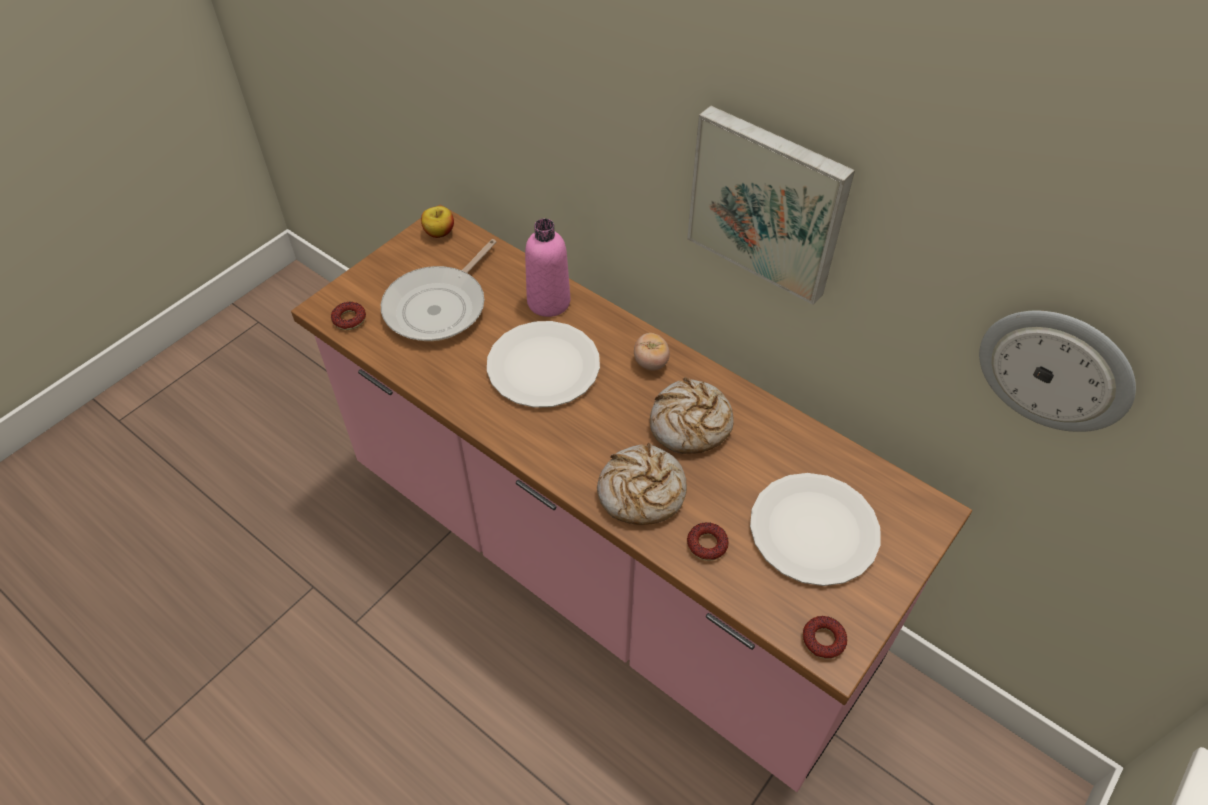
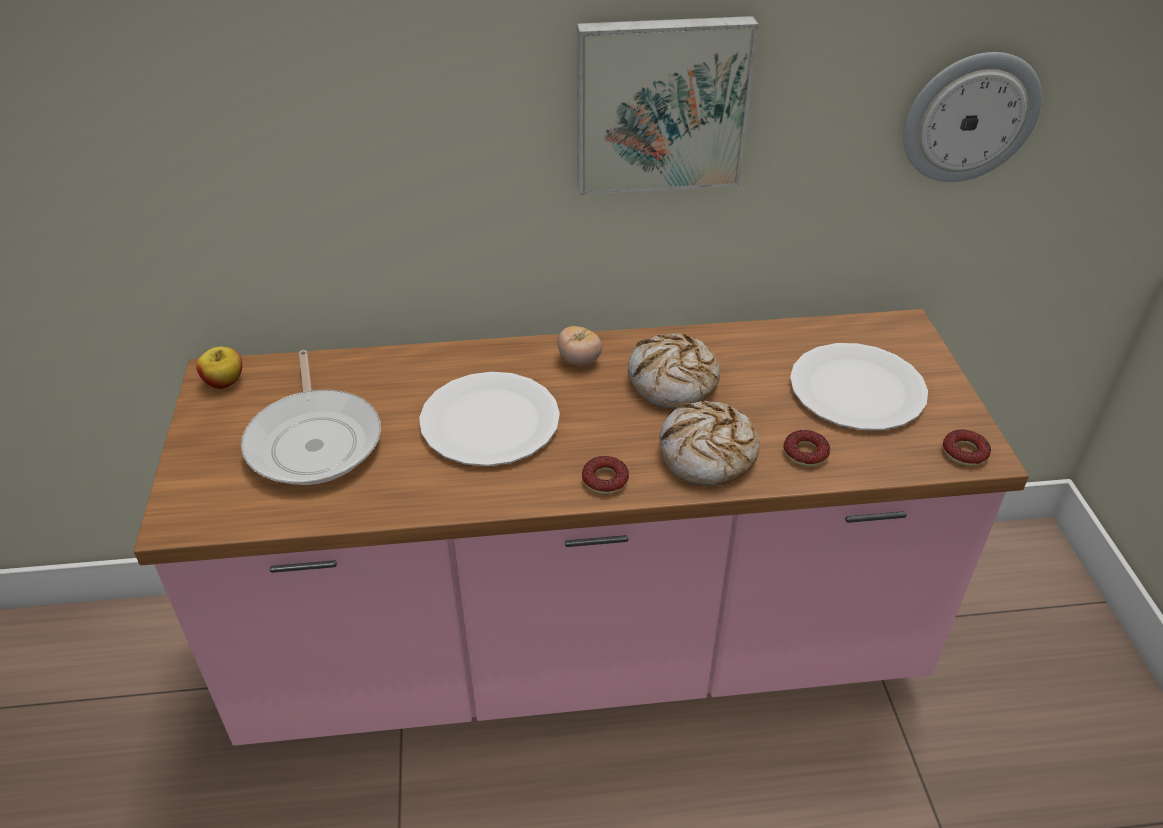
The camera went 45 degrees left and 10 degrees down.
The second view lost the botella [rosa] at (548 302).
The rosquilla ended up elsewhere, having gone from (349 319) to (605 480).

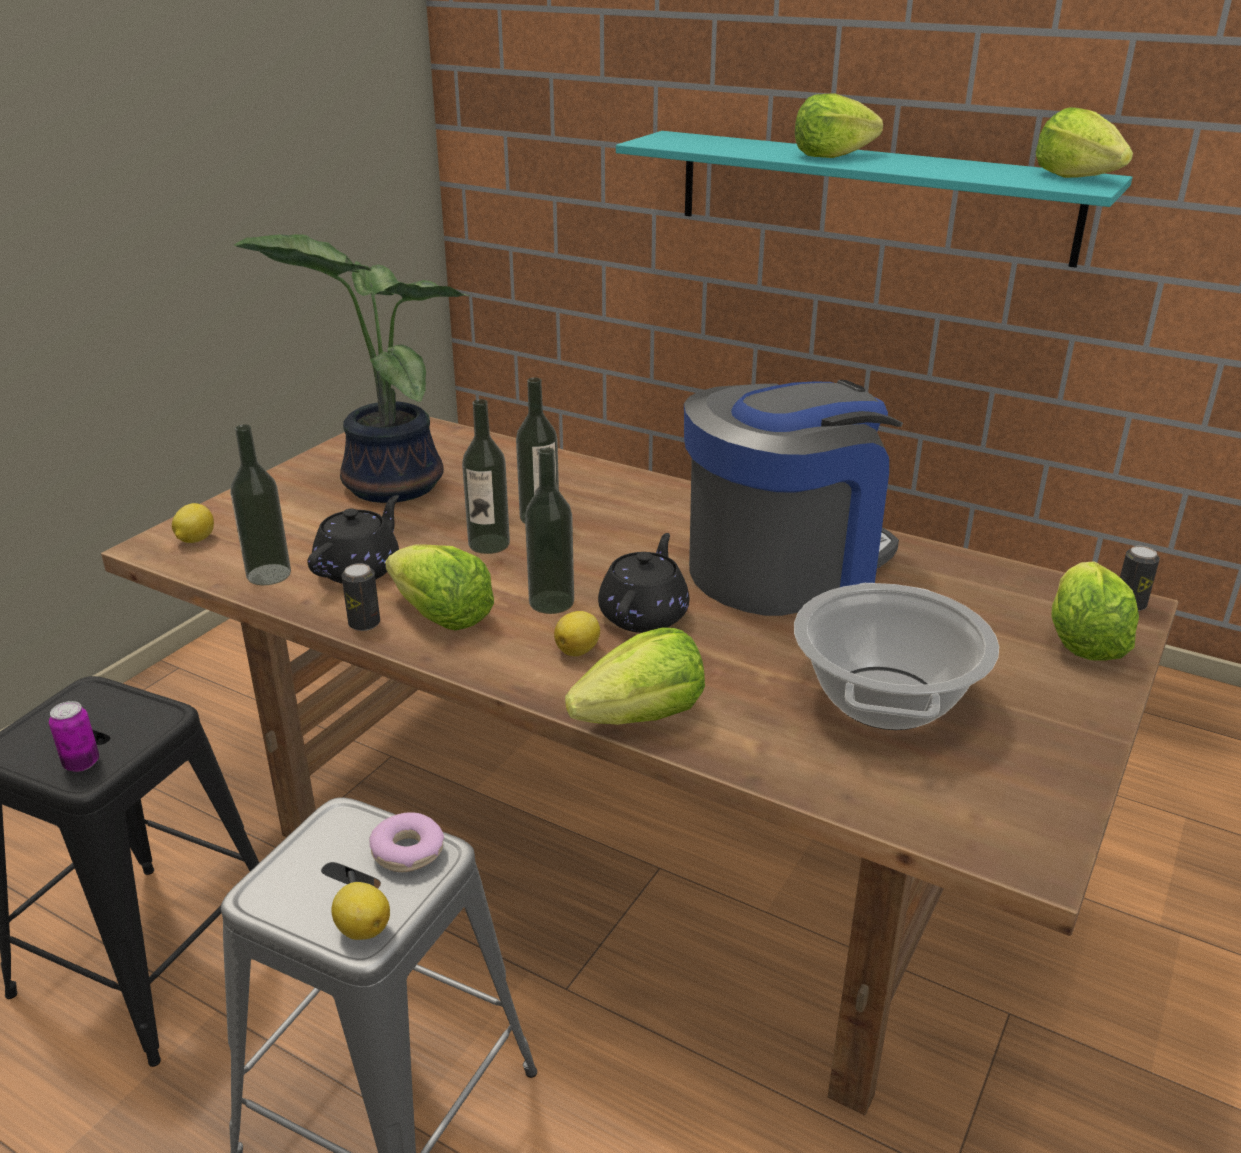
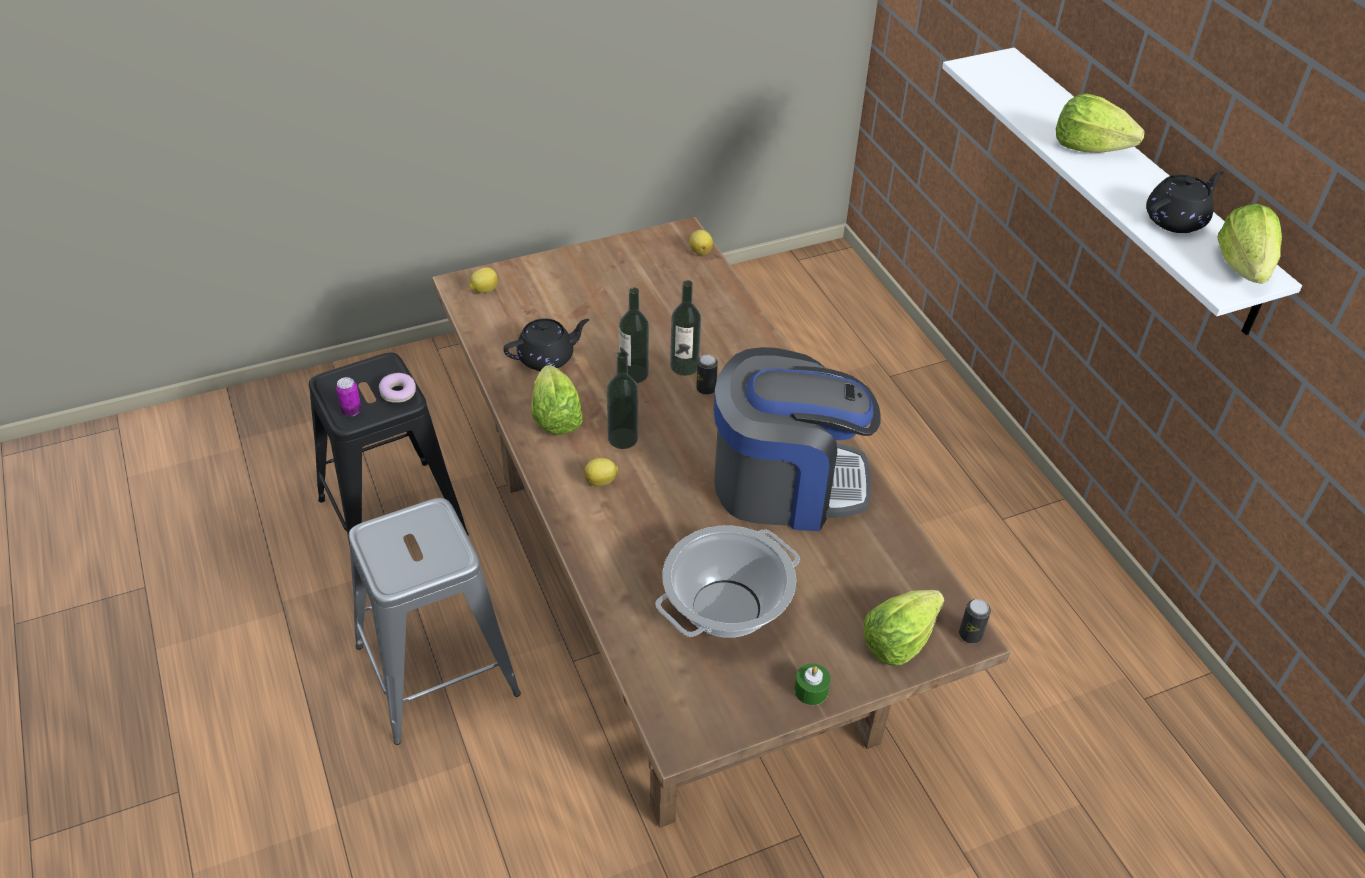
The camera went 35 degrees right and 15 degrees up.
What was the estante [turquesa] at (870 195) turned into the estante [blanco] at (1131 186).
The second view lost the planta en maceta at (387 483).
The second view lost the botella at (268 574).
The tetera [negro] ended up elsewhere, having gone from (644 615) to (1176 220).
The lata ended up elsewhere, having gone from (364 624) to (706 389).
The second view lost the lechuga at (642 717).
The rosquilla ended up elsewhere, having gone from (408 852) to (398 393).
The limón ended up elsewhere, having gone from (362 928) to (700 251).
The second view gained the vela [verde] at (811 690).

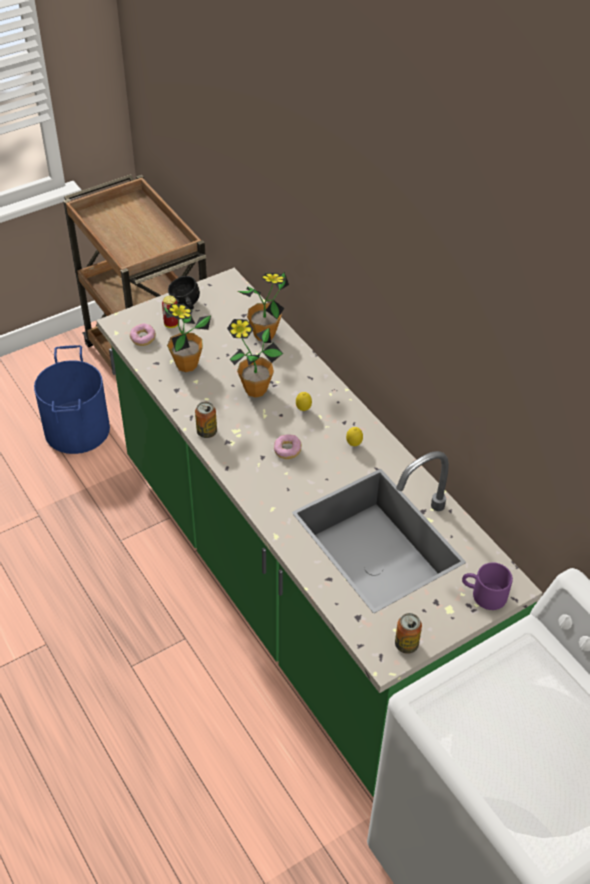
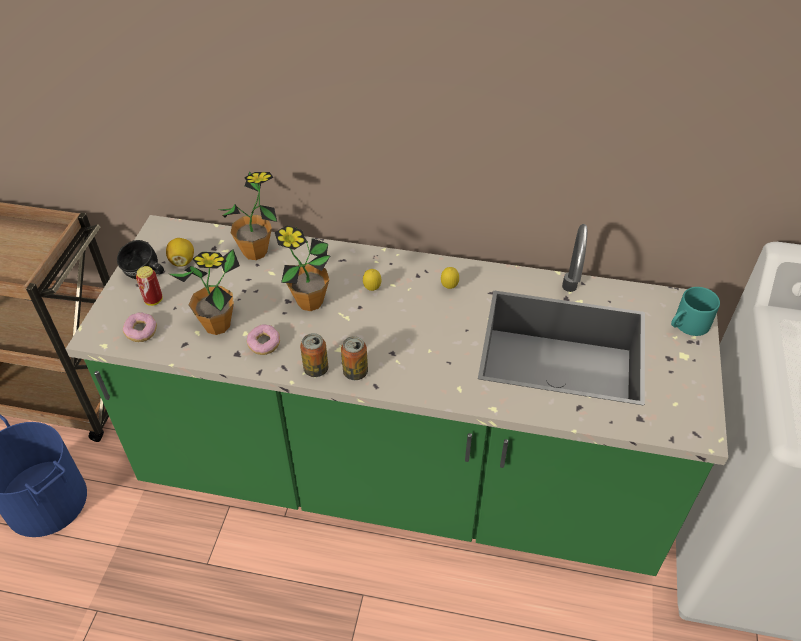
The camera went 45 degrees left and 0 degrees up.
The rosquilla ended up elsewhere, having gone from (287 451) to (264 344).
What was the taza grande [morado] at (483 595) turned into the taza grande [turquesa] at (687 326).
The lata ended up elsewhere, having gone from (406 644) to (355 372).
The second view gained the limón at (182 261).

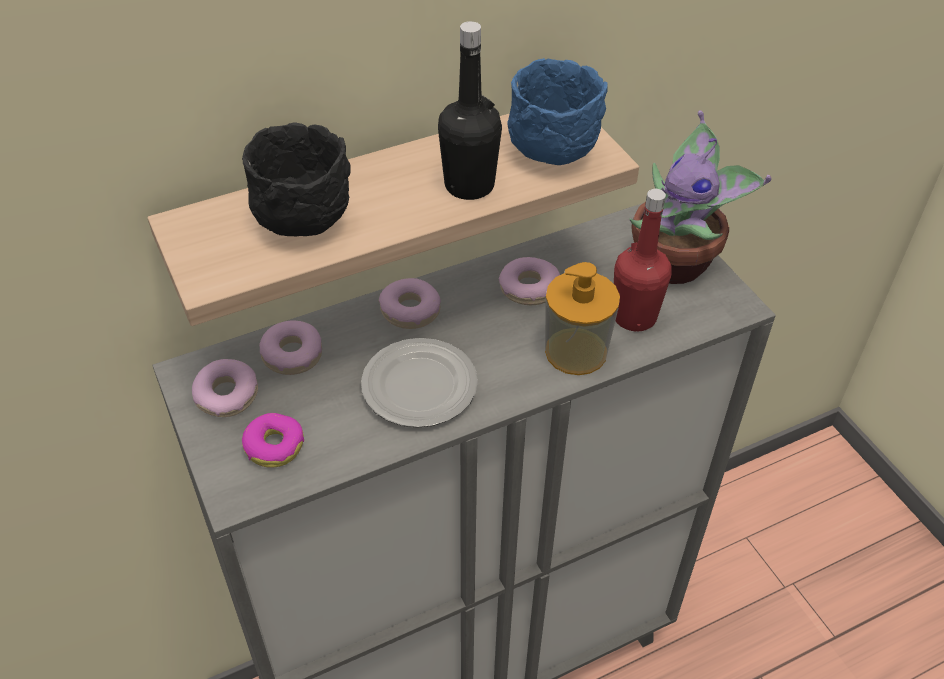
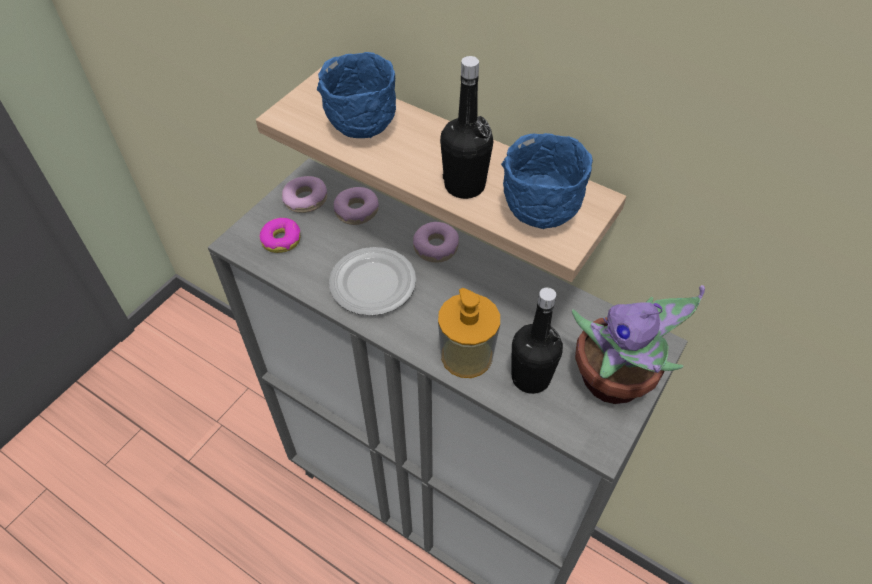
The camera went 60 degrees right and 5 degrees up.
What was the cuenco [negro] at (302 225) turned into the cuenco [azul] at (360 128).
What was the botella [rojo] at (634 316) turned into the botella [negro] at (530 377).
The second view lost the rosquilla at (529 288).

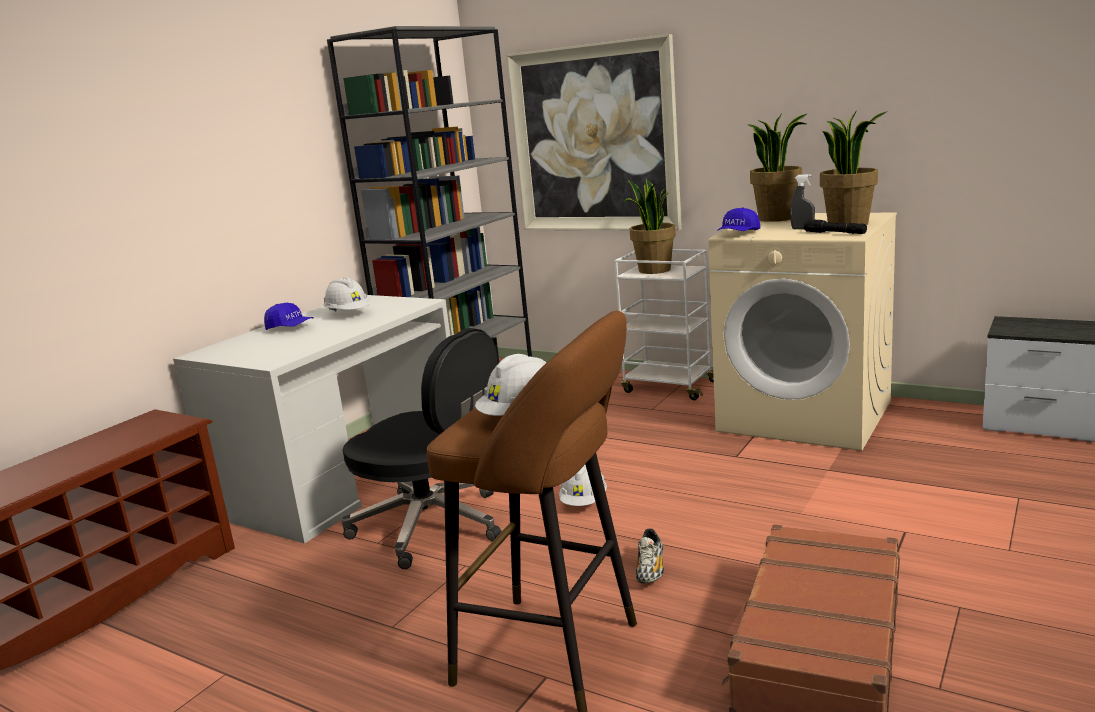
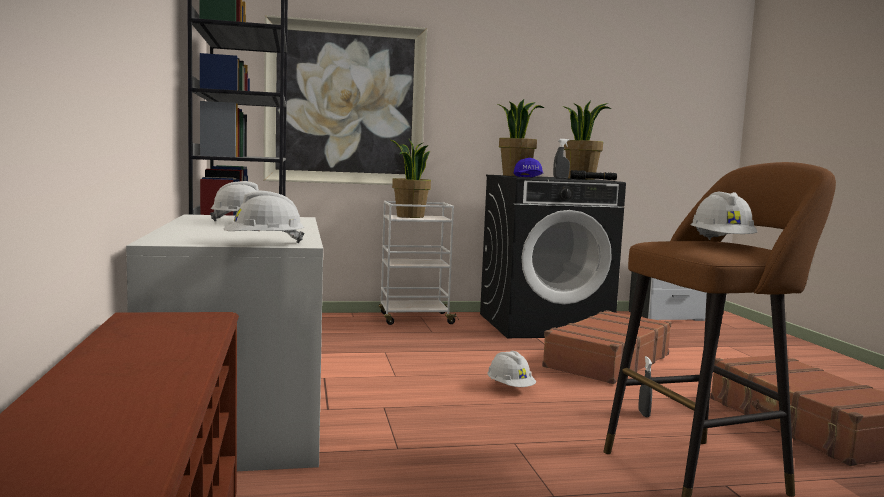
The camera went 45 degrees left and 10 degrees down.
What was the lavadora [beis] at (806 416) turned into the lavadora [negro] at (544 325).
The second view lost the gorra [azul] at (290 328).
The second view lost the silla de oficina [negro] at (432 526).
Where the zapato stood at (650 570), the pulverizador [gris] came to stand at (644 414).
The second view gained the casco [blanco] at (264 244).
The second view gained the maleta [marrón] at (606 361).

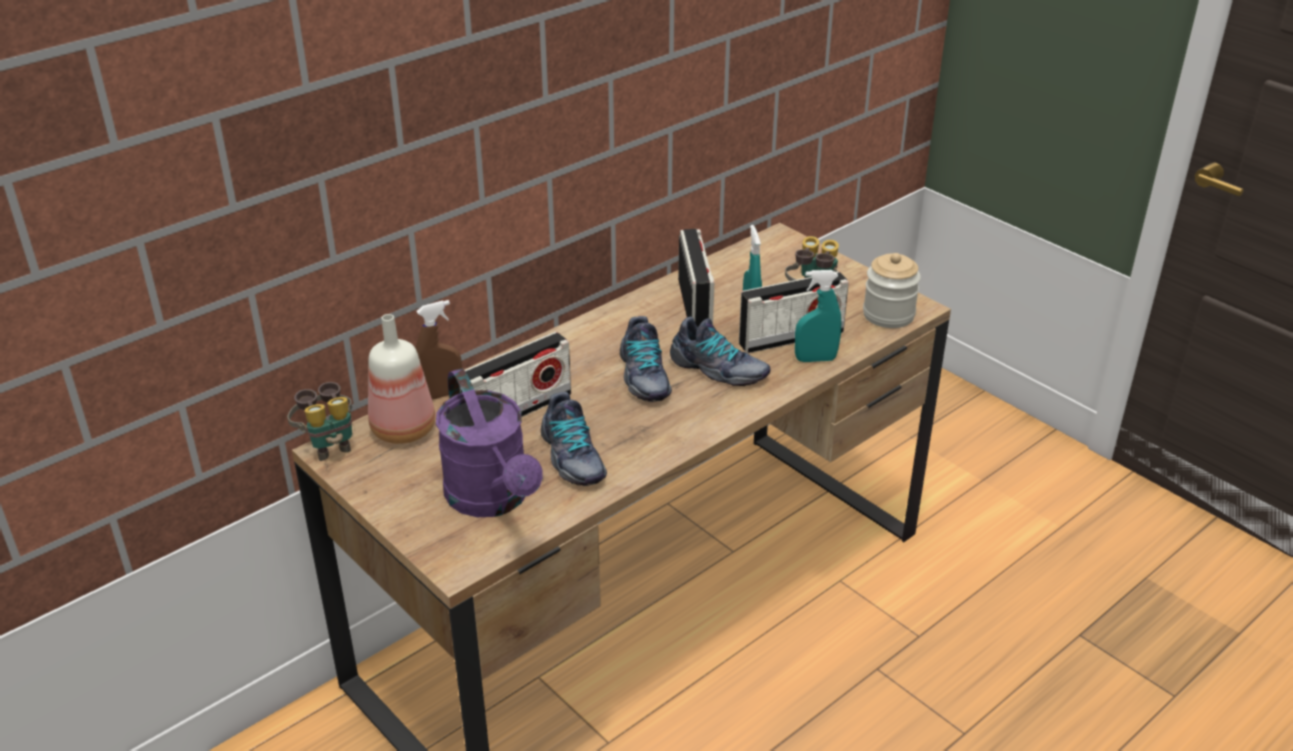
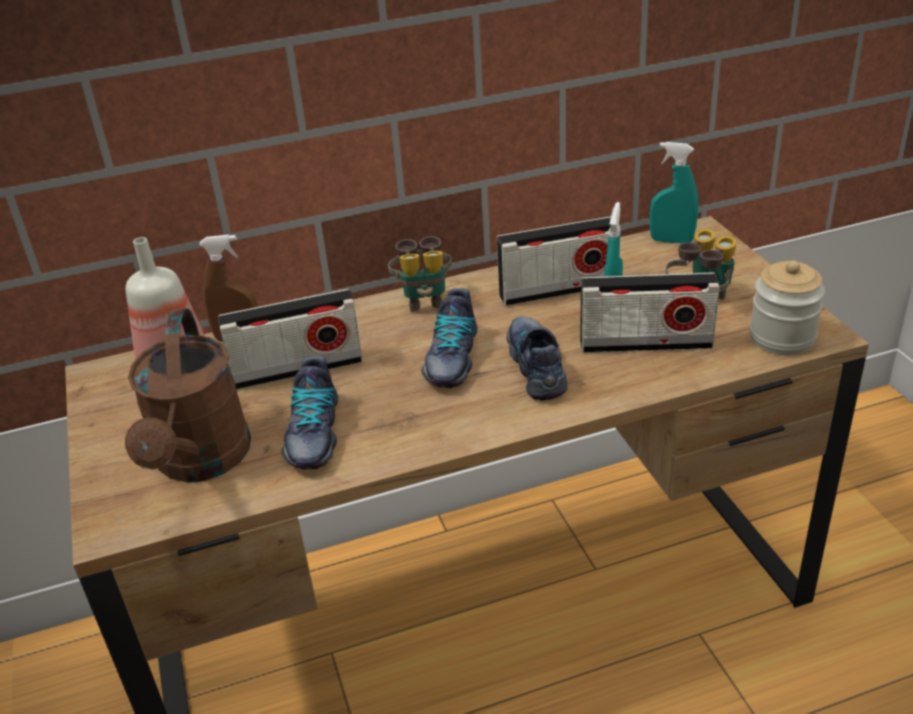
The camera went 25 degrees right and 0 degrees up.
The radio at (695 306) ended up facing another way, 60 degrees clockwise from before.
The pulverizador [turquesa] ended up elsewhere, having gone from (815 359) to (671 241).
The zapato at (718 370) ended up facing another way, 150 degrees counterclockwise from before.
What was the regadera [morado] at (493 499) turned into the regadera [marrón] at (201 462).
The prismáticos ended up elsewhere, having gone from (328 445) to (424 299).

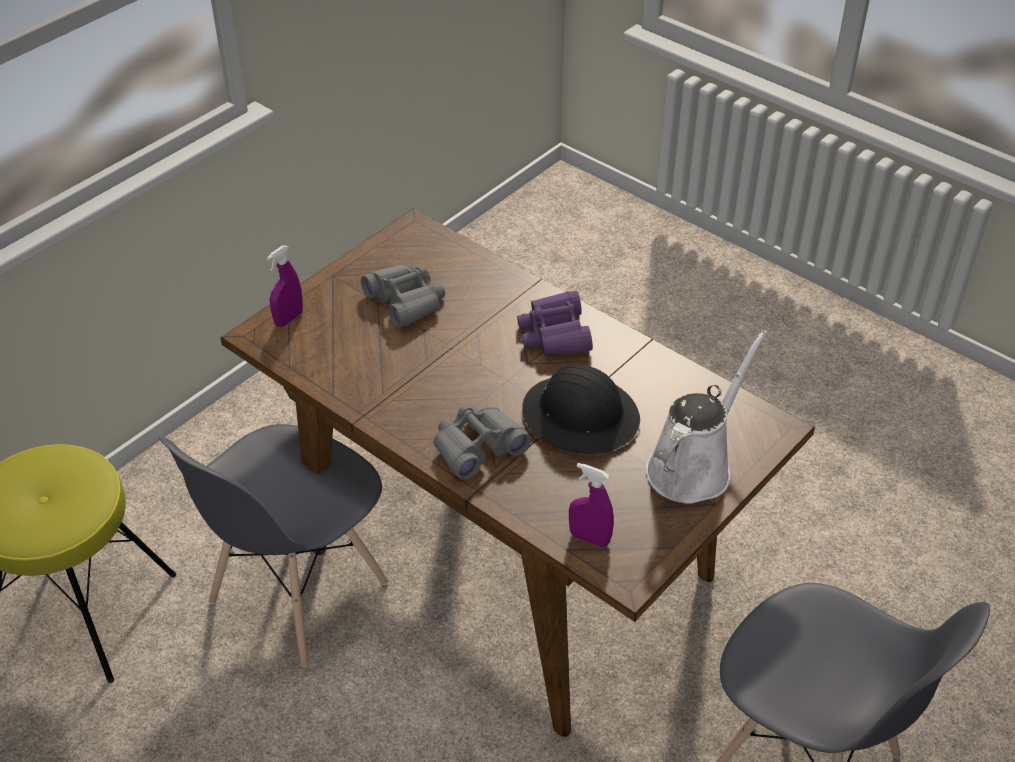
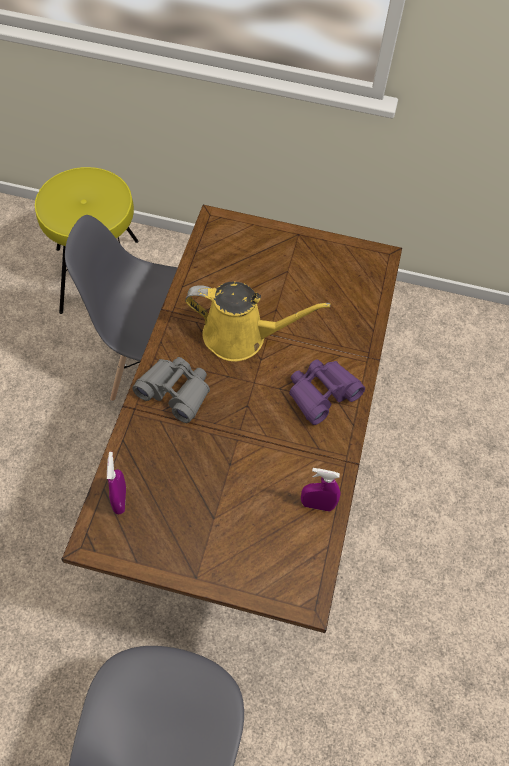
The camera went 60 degrees right and 15 degrees up.
The pulverizador [morado] ended up elsewhere, having gone from (288 319) to (317 505).
The second view lost the prismáticos [gris] at (406 301).
The second view lost the regadera [blanco] at (693 466).
The second view lost the casco [negro] at (580 416).
The second view gained the regadera [amarillo] at (241 336).

